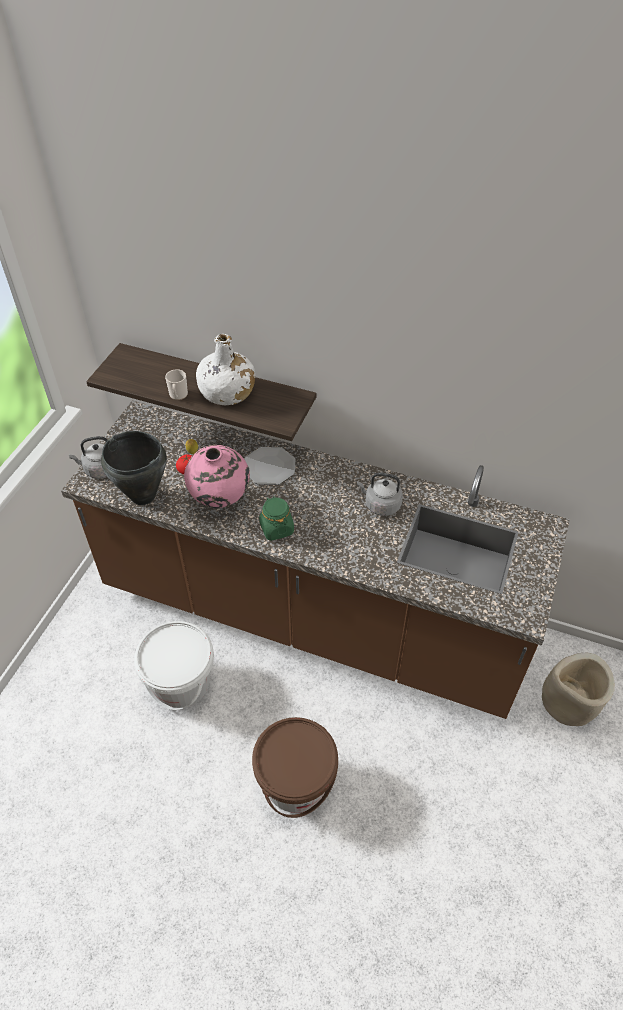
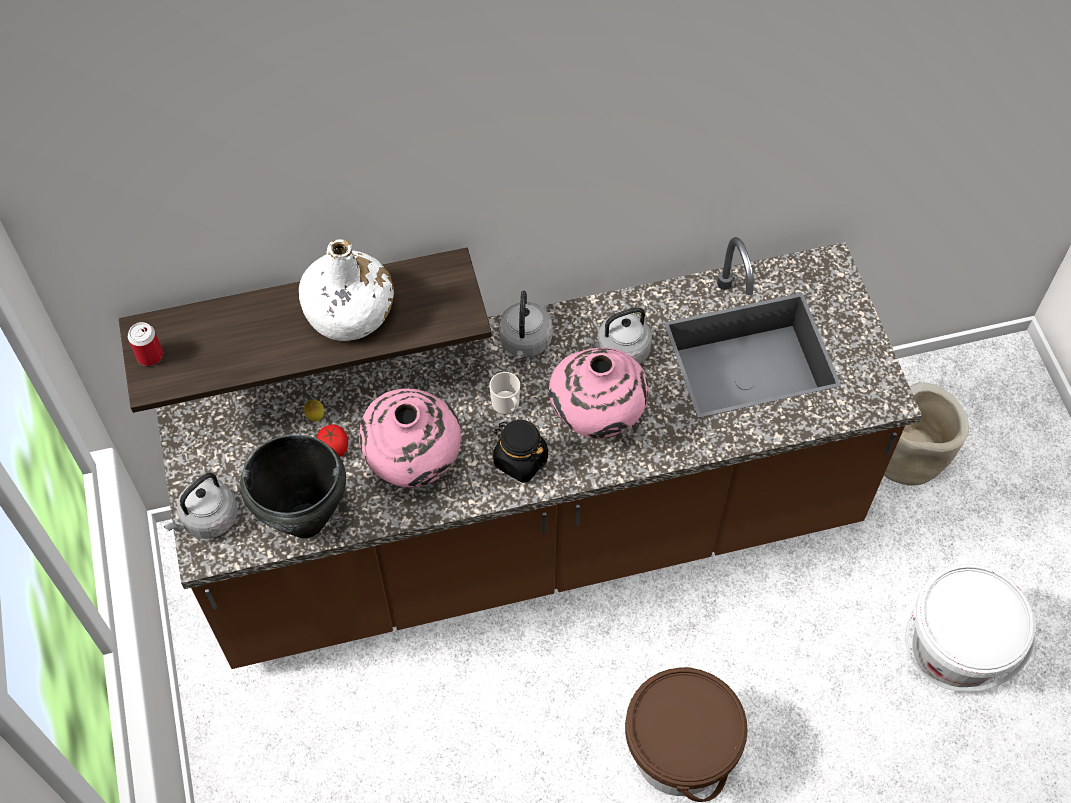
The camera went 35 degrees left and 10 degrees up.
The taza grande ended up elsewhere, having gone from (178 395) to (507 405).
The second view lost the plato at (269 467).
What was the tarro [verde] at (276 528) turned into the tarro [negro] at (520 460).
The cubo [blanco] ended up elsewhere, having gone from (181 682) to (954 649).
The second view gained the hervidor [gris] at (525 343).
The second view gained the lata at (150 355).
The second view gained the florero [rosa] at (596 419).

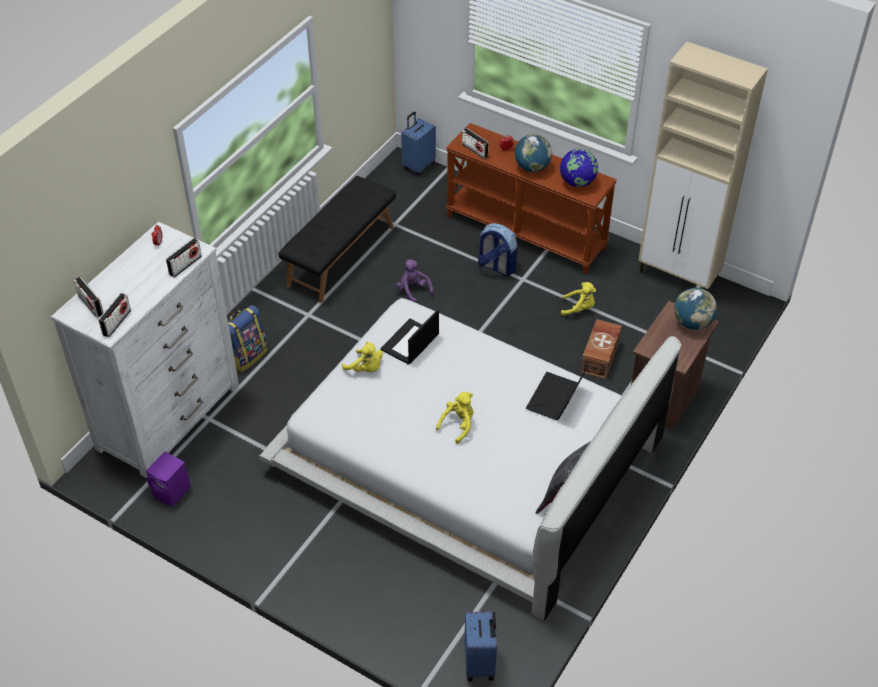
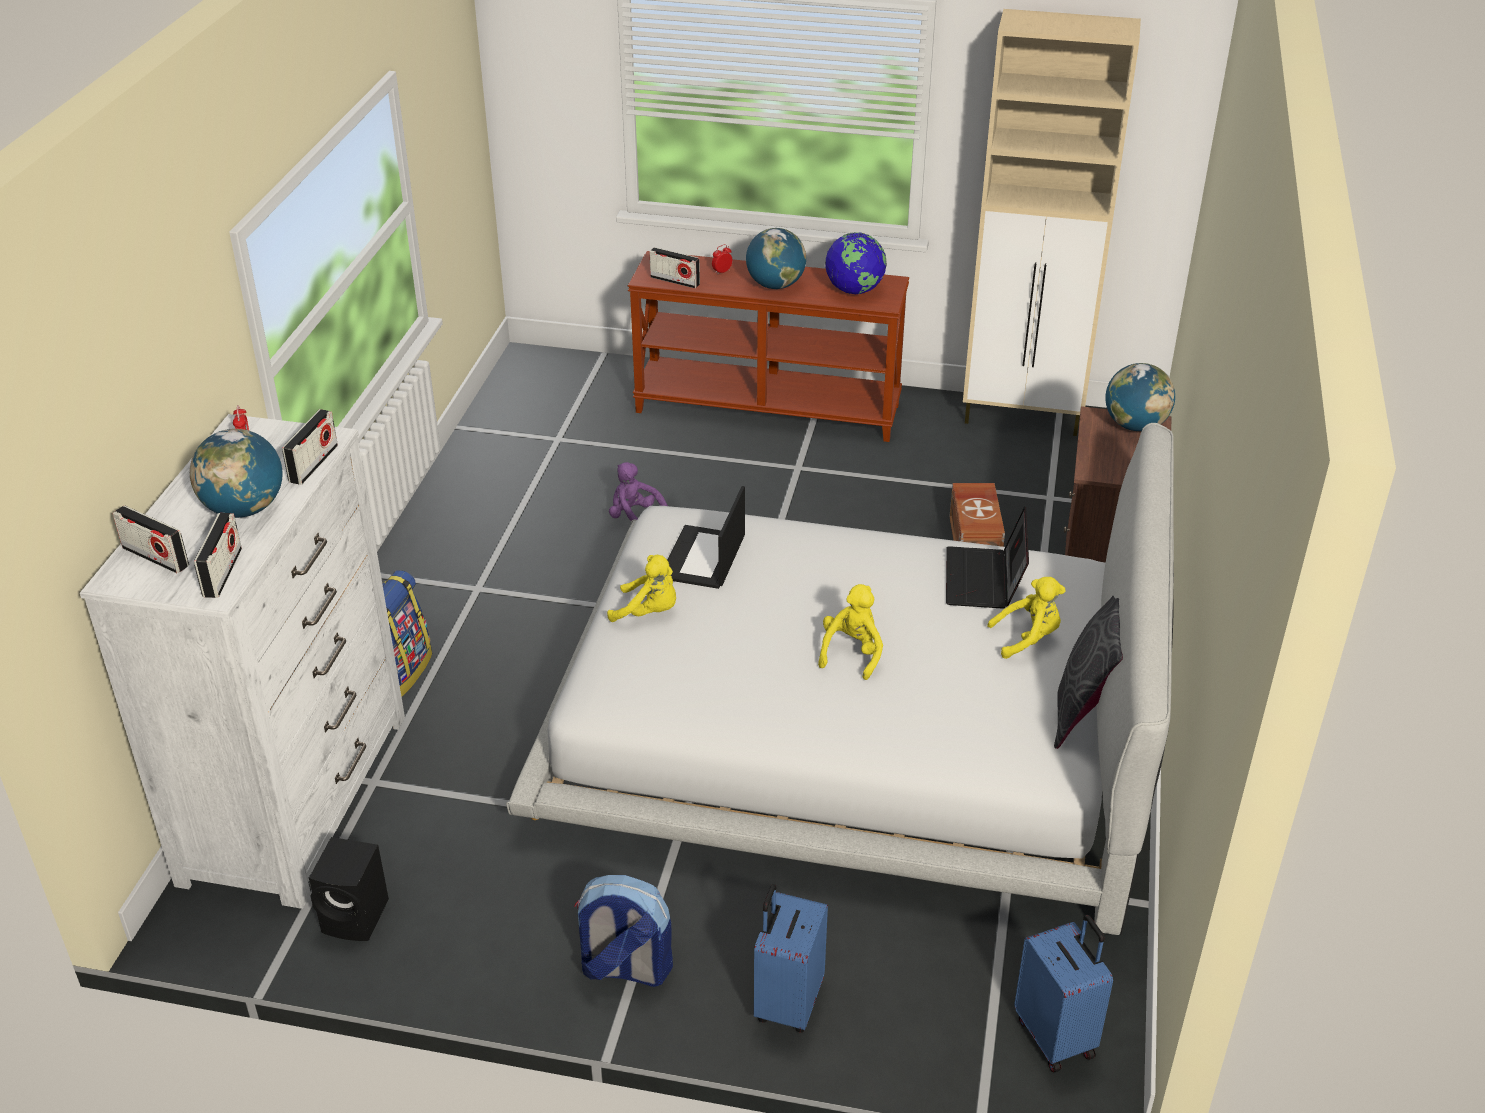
The camera went 20 degrees left and 10 degrees down.
The maleta [azul] ended up elsewhere, having gone from (418 165) to (787 1002).
The second view lost the banco [negro] at (340 255).
The mochila ended up elsewhere, having gone from (496 267) to (625 968).
The peluche [amarillo] ended up elsewhere, having gone from (579 308) to (1028 638).
What was the altavoz [morado] at (172 492) turned into the altavoz [negro] at (357 917).
The second view gained the globo terráqueo at (244 509).

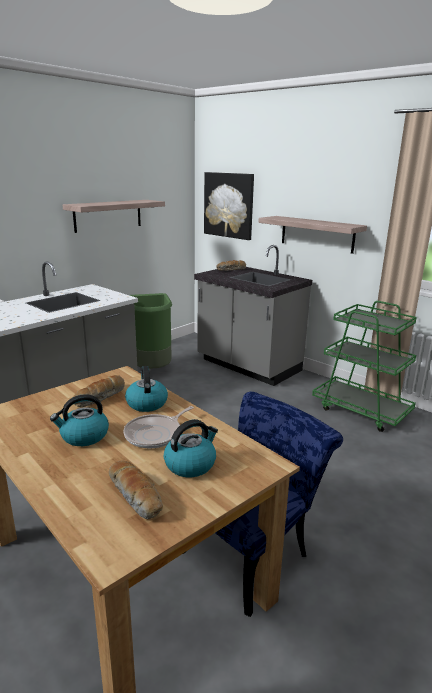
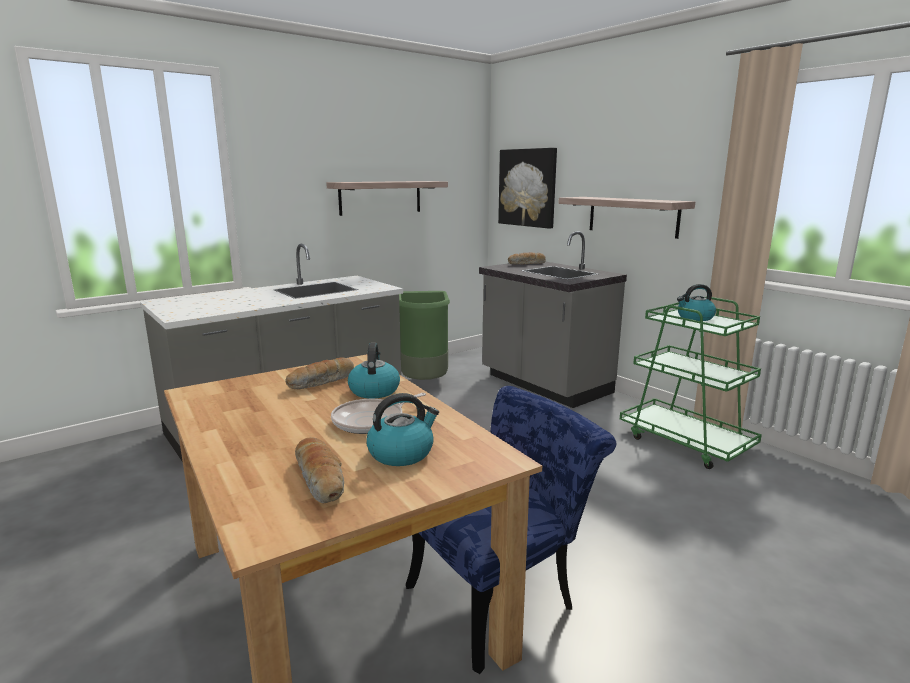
The camera went 10 degrees right and 5 degrees down.
The hervidor ended up elsewhere, having gone from (84 436) to (694 317).

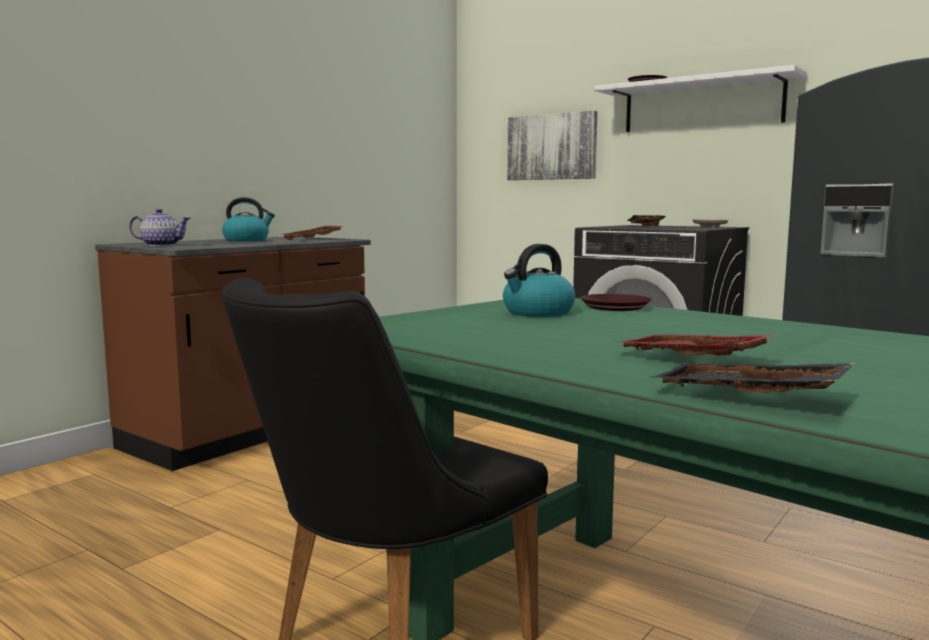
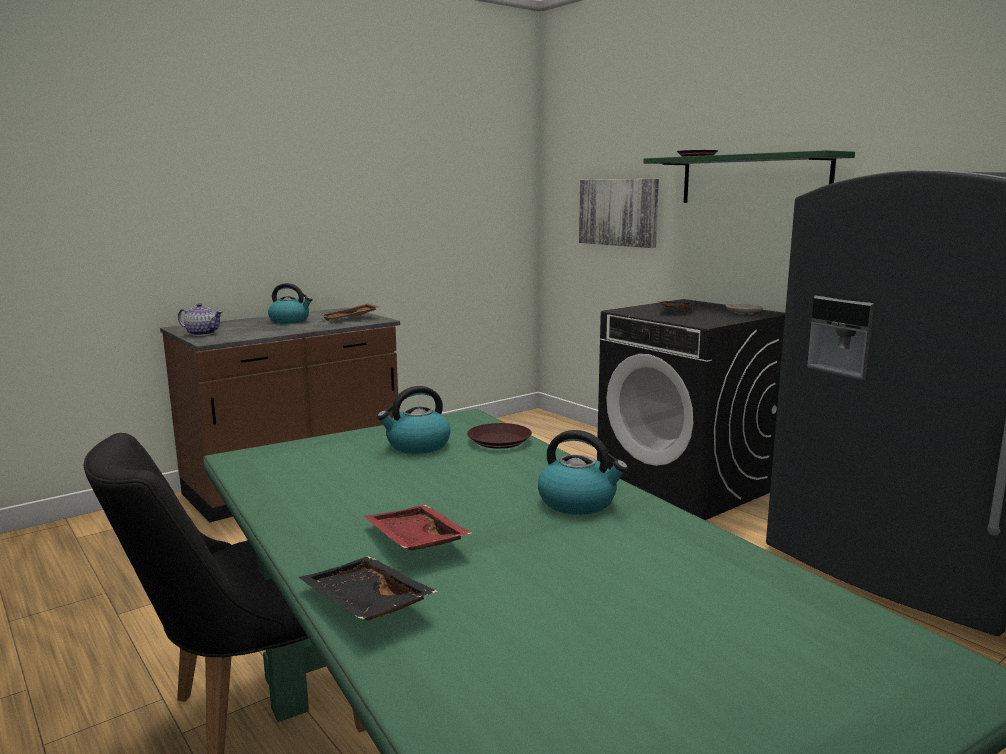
The camera went 15 degrees right and 5 degrees up.
What was the estante [blanco] at (702 105) turned into the estante [verde] at (753 179).
The second view gained the hervidor at (578 502).

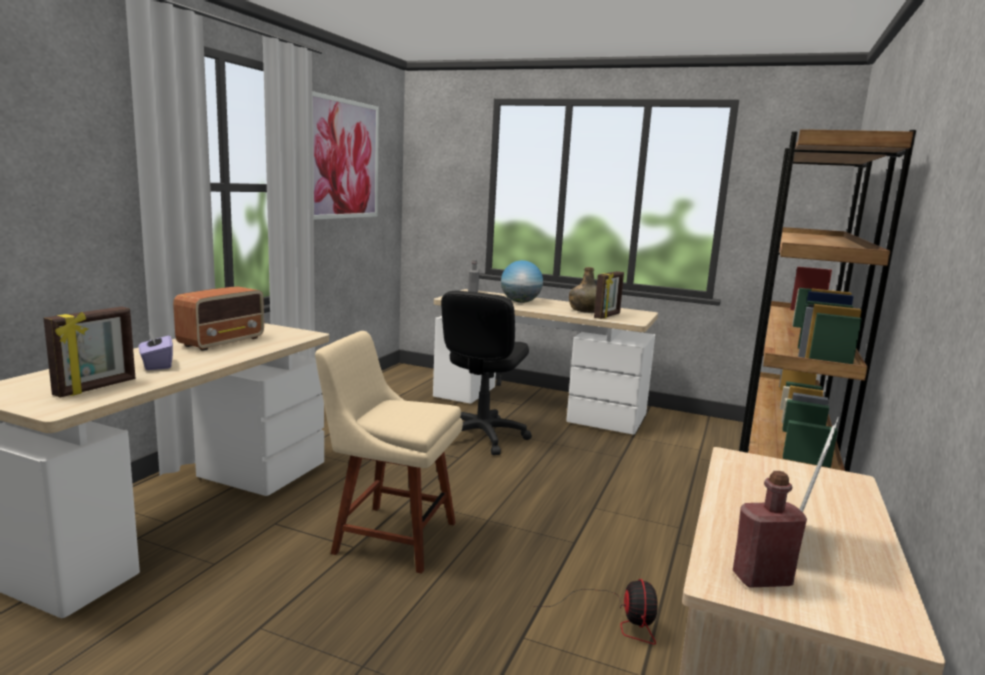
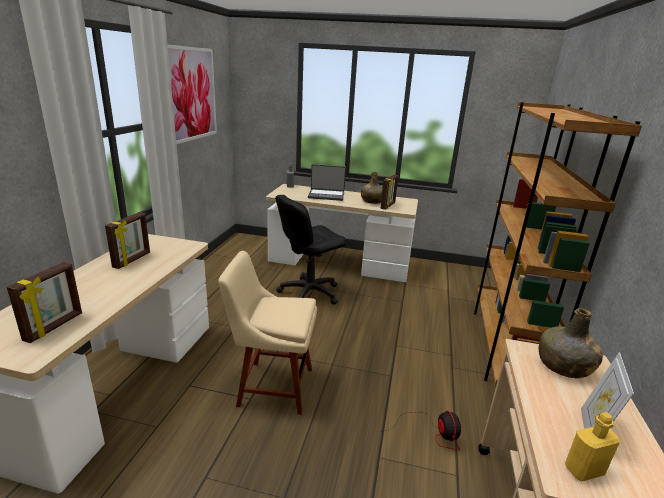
The camera went 10 degrees left and 10 degrees up.
Where the globo terráqueo stood at (520 302), the portátil came to stand at (326 195).
Where the radio stood at (223 342), the portarretratos came to stand at (132 260).
The silla de oficina [negro] at (481 436) ended up facing another way, 45 degrees clockwise from before.
The second view lost the caja de pañuelos [morado] at (157 365).
What was the botella [rojo] at (762 578) turned into the botella [amarillo] at (584 470).
The second view gained the botella [verde] at (564 366).

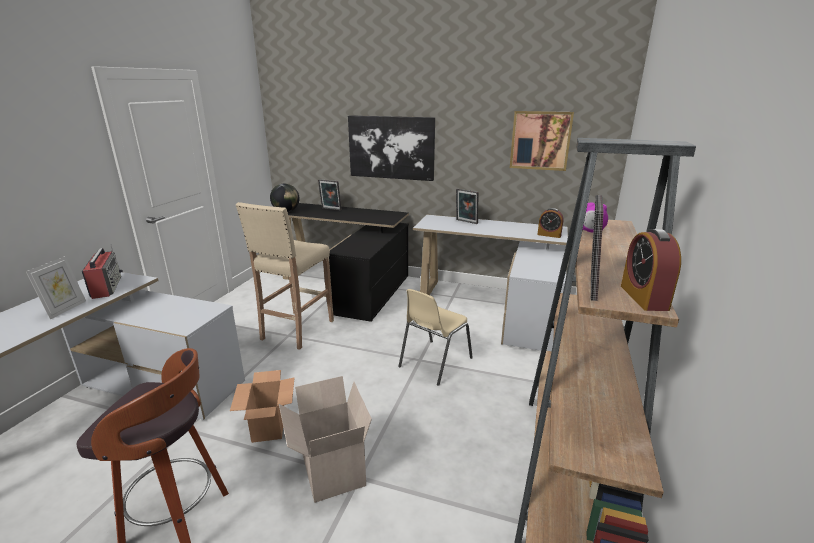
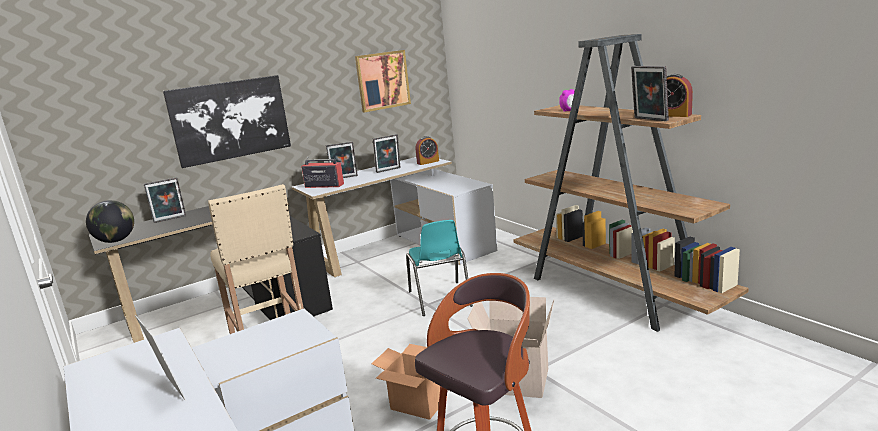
The camera went 50 degrees left and 5 degrees down.
The radio ended up elsewhere, having gone from (106 287) to (324 185).
What was the silla [beis] at (434 362) turned into the silla [turquesa] at (440 299).
The second view gained the portarretratos at (389 170).

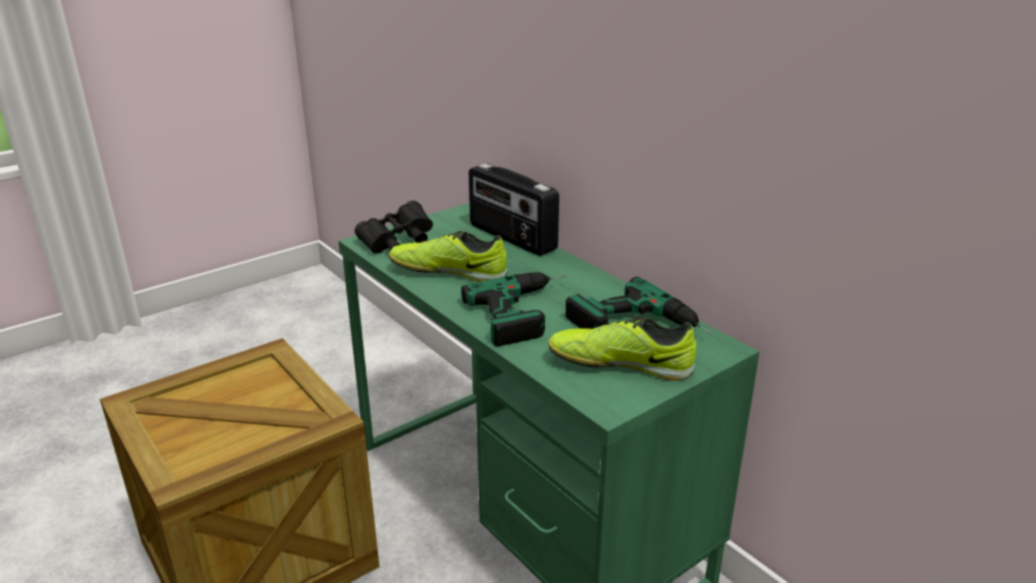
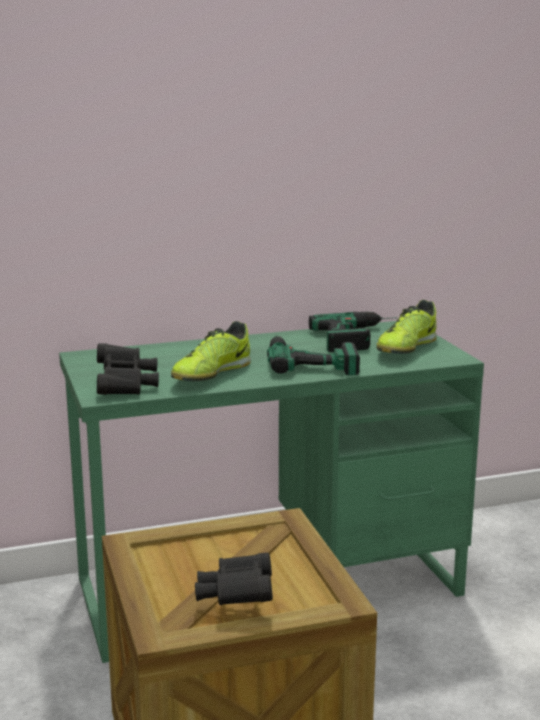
The camera went 70 degrees left and 10 degrees down.
The second view lost the radio at (511 238).
The second view gained the prismáticos [negro] at (236 597).

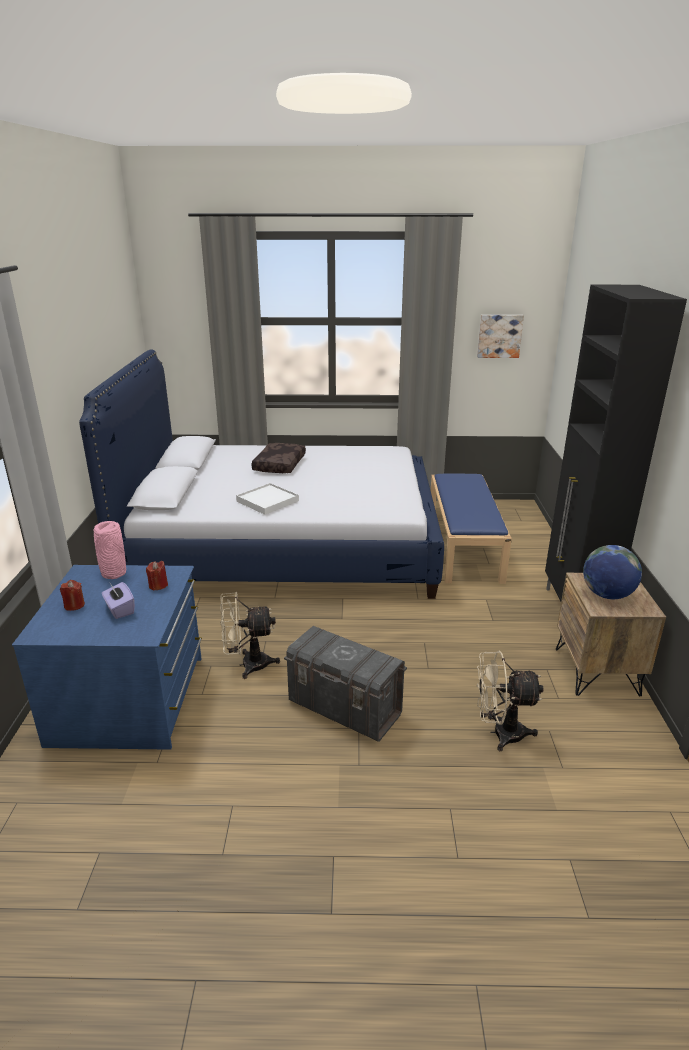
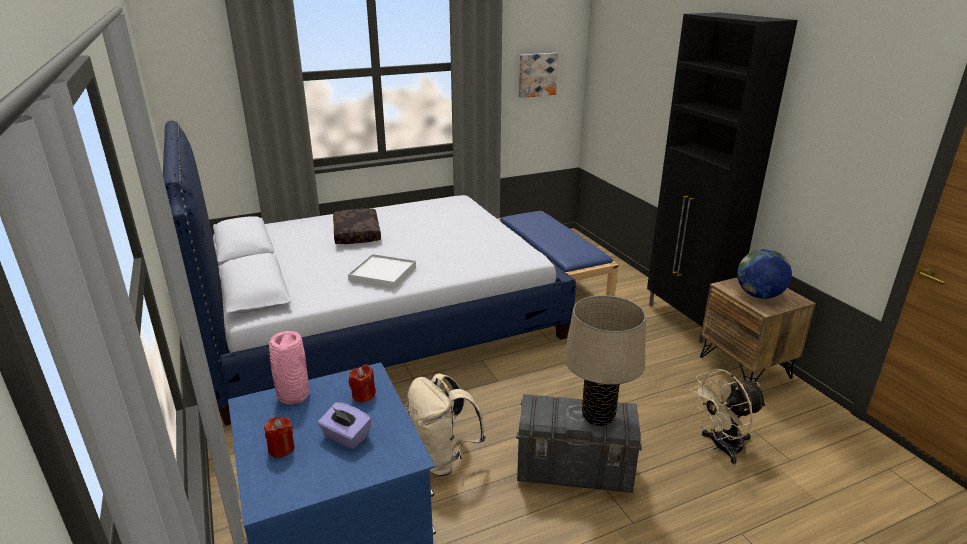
The camera went 25 degrees left and 0 degrees up.
Where the ventilador [beis] stood at (247 665), the mochila [beis] came to stand at (442 458).
The second view gained the lámpara de mesa [beis] at (598 416).

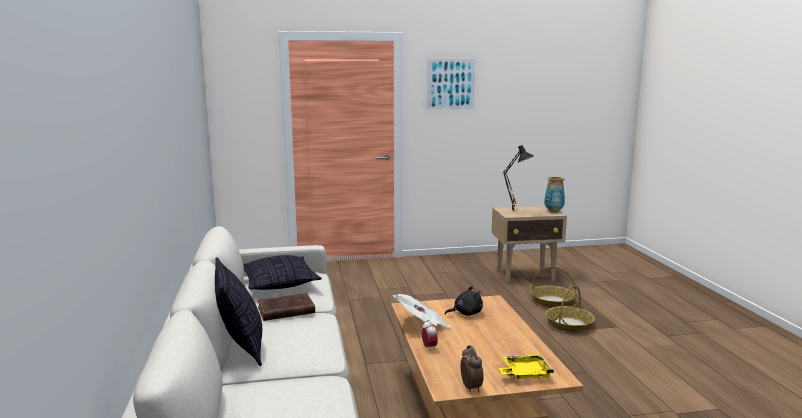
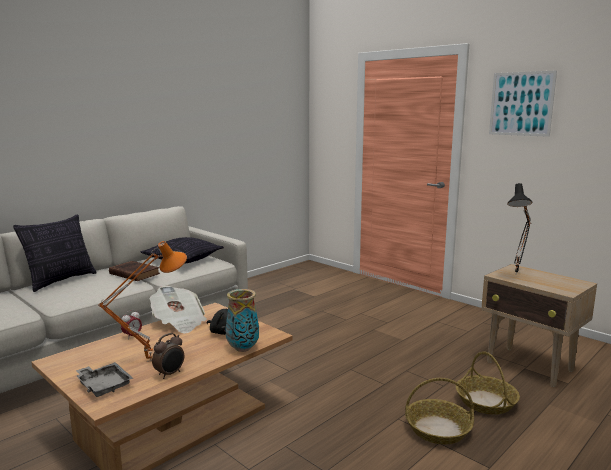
The camera went 55 degrees right and 0 degrees up.
The florero ended up elsewhere, having gone from (554 211) to (242 349).
The despertador ended up elsewhere, having gone from (471 387) to (170 374).
What was the bandeja [amarillo] at (524 373) turned into the bandeja [gris] at (104 385).
The second view gained the lámpara de mesa [naranja] at (149 360).

